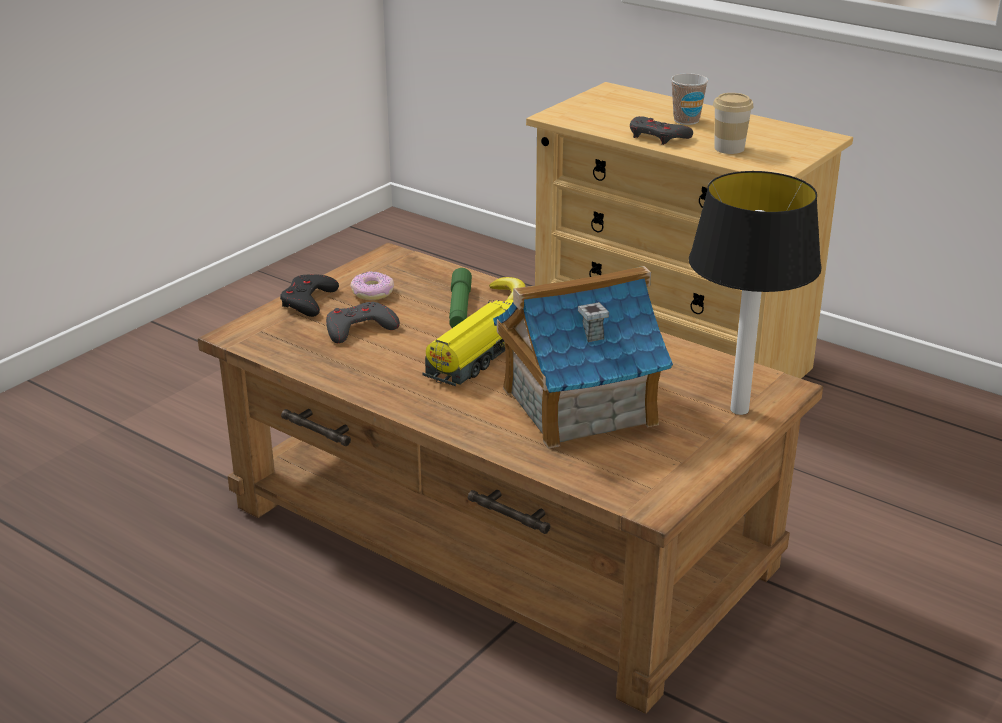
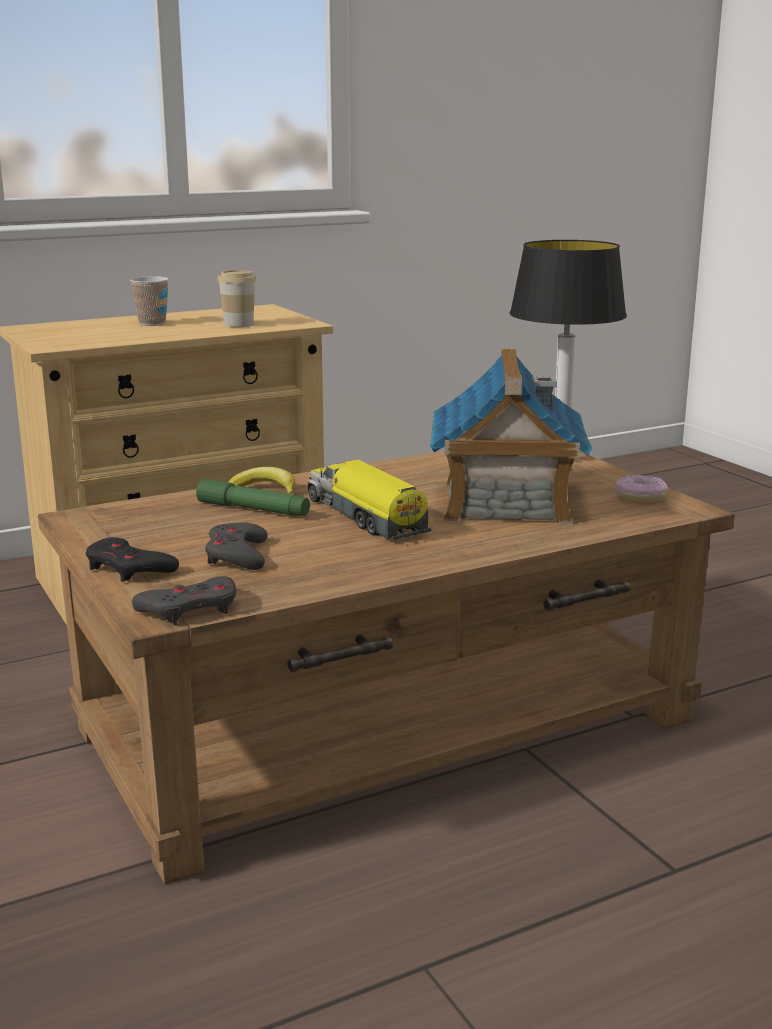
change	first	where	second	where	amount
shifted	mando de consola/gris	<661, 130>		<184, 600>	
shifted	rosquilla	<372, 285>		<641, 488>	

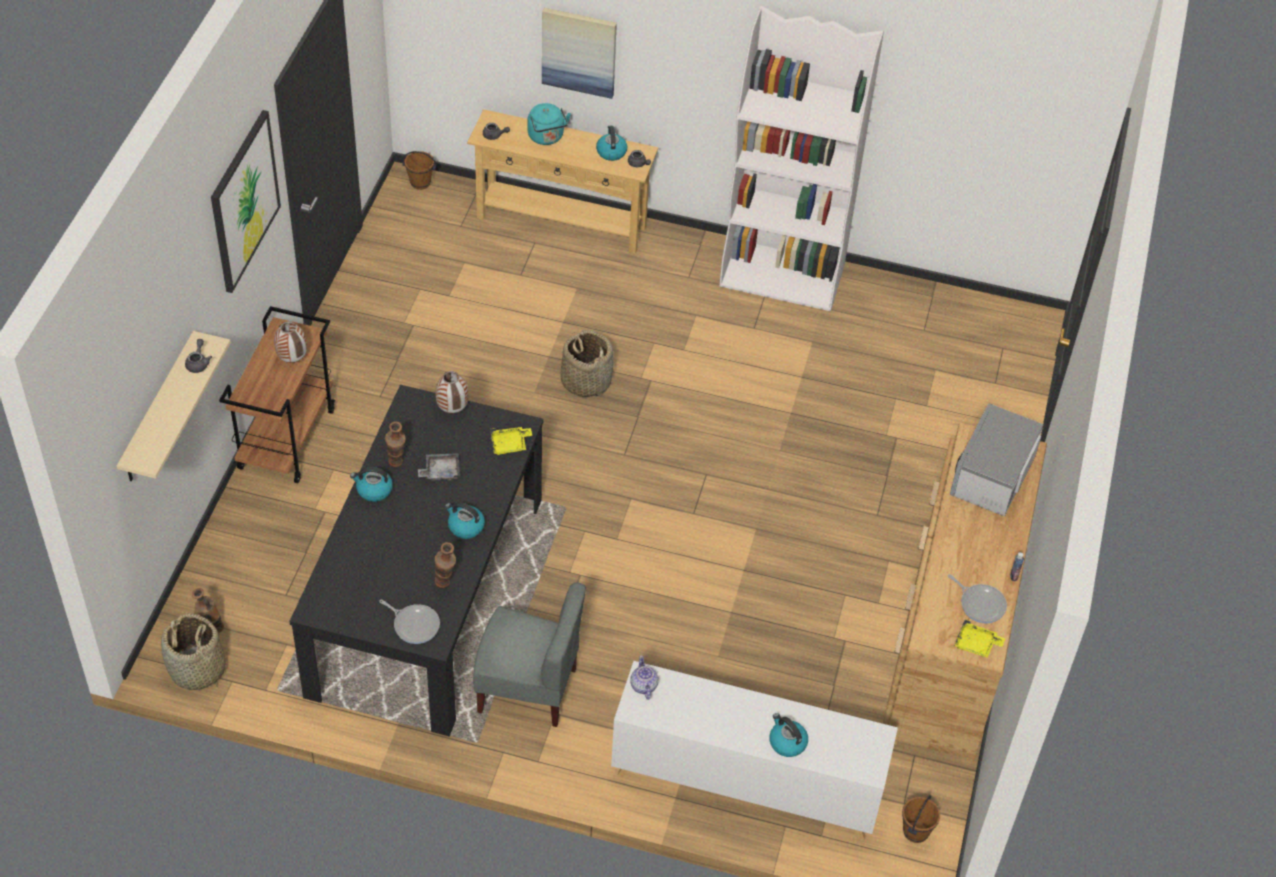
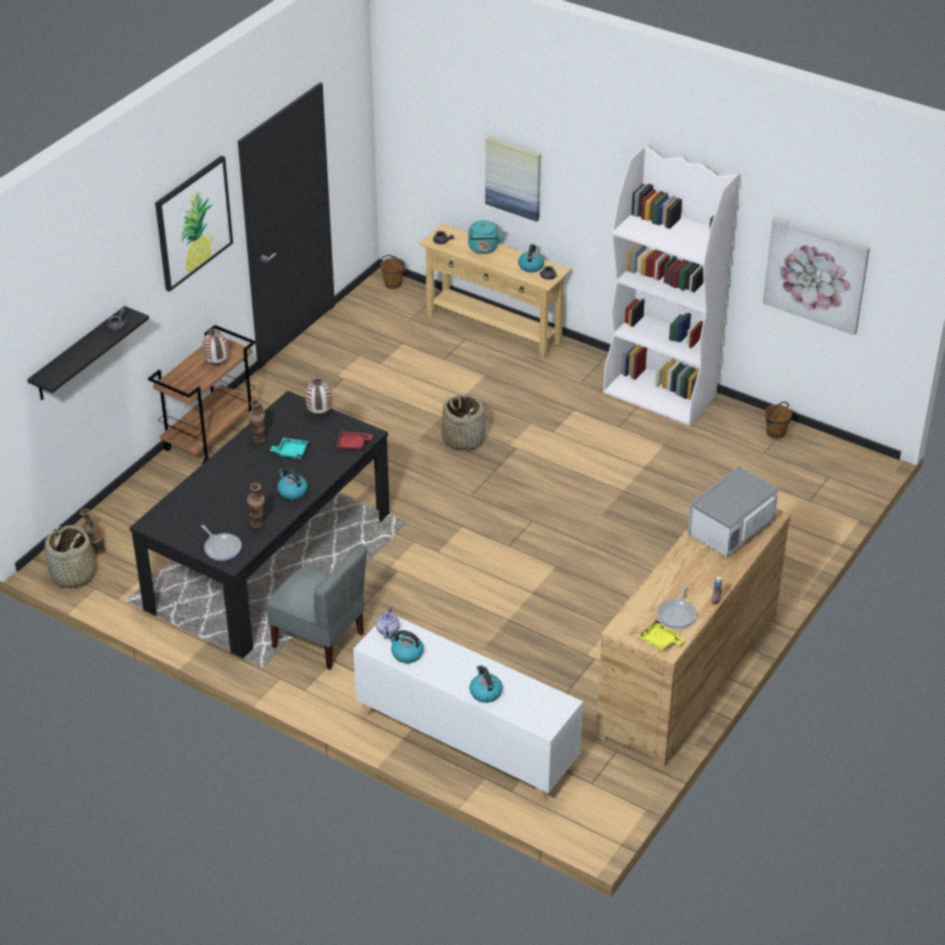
change	first	where	second	where	amount
repainted	estante/beis	<174, 406>	estante/negro	<88, 353>	
repainted	bandeja/amarillo	<511, 441>	bandeja/rojo	<354, 439>	
repainted	bandeja/gris	<439, 466>	bandeja/turquesa	<289, 448>	
shifted	hervidor	<371, 484>		<406, 646>	
rotated	sartén	<977, 598>		<677, 607>	45 degrees clockwise
shifted	cubo/marrón	<921, 819>		<778, 420>	
new			cuadro	<816, 276>	

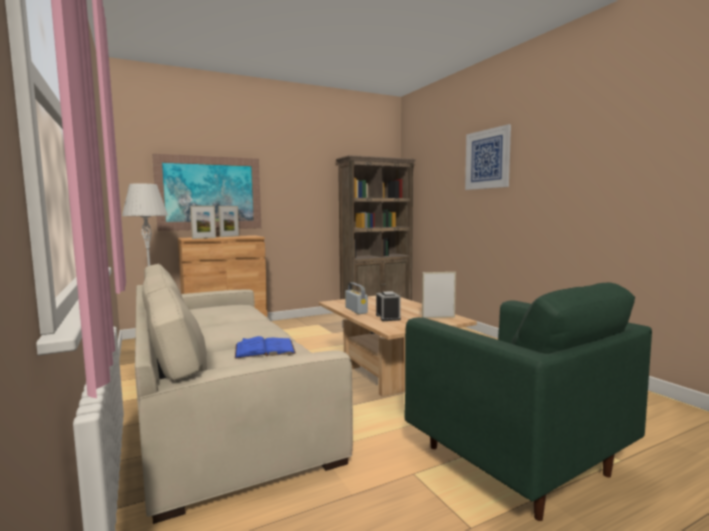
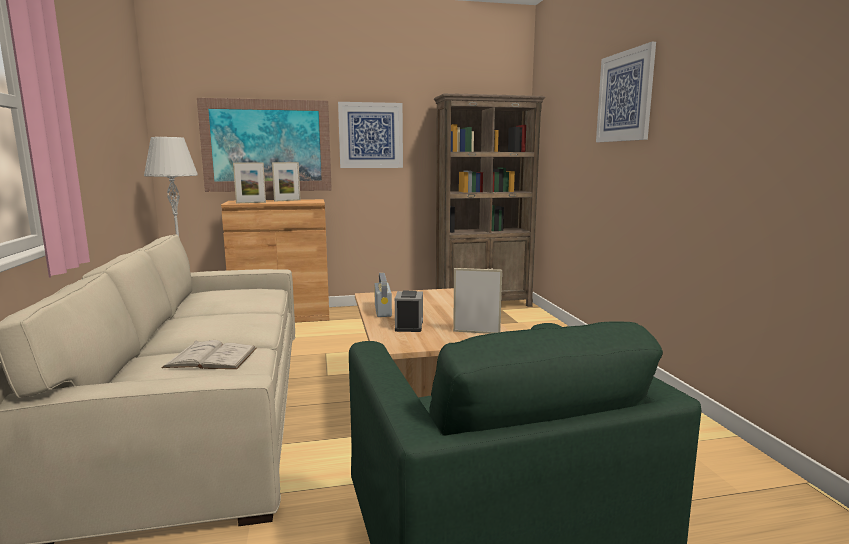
change	first	where	second	where	amount
repainted	libro/azul	<265, 347>	libro/blanco	<209, 354>	
new			cuadro	<370, 135>	

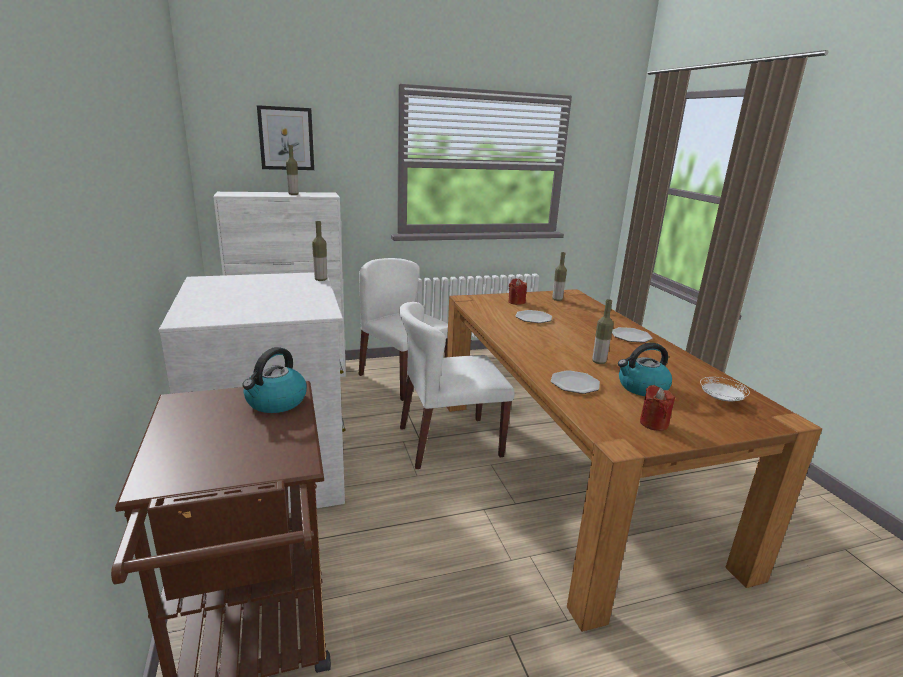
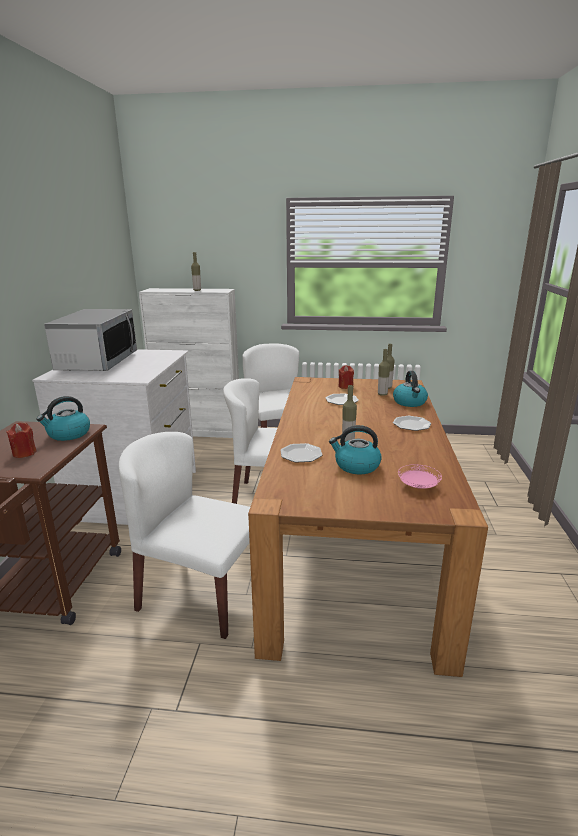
change	first	where	second	where	amount
gone	cuadro	<285, 137>			
shifted	botella	<319, 251>		<384, 372>	
repainted	plato/blanco	<725, 389>	plato/rosa	<420, 476>	
shifted	vela/rojo	<657, 408>		<21, 440>	
new			microondas	<90, 340>	
new			hervidor	<410, 389>	
new			silla/blanco	<184, 535>	

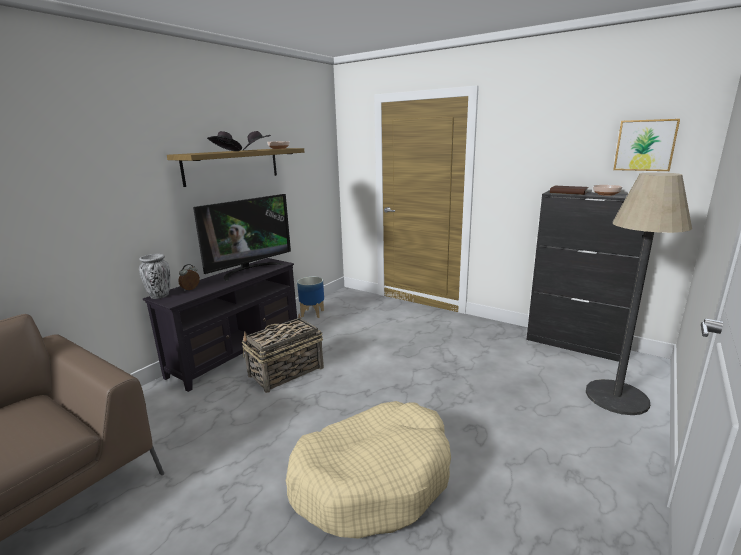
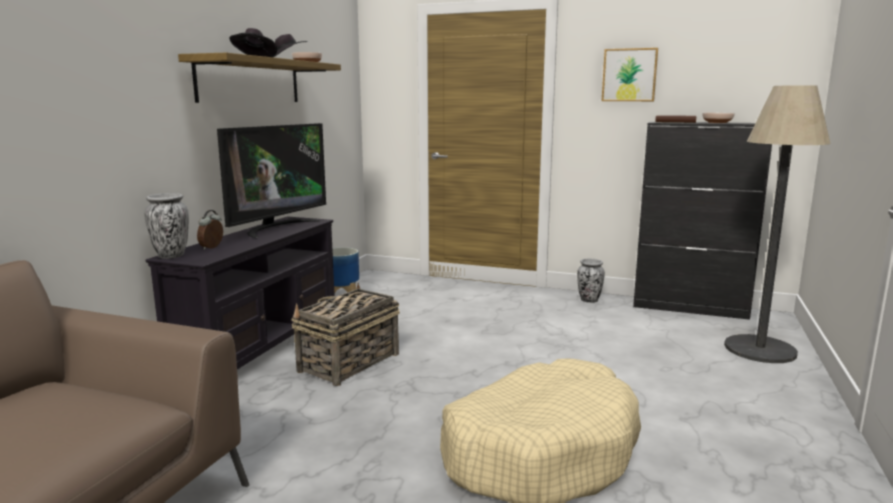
change	first	where	second	where	amount
shifted	cuadro	<646, 145>		<630, 74>	
new			florero	<591, 281>	

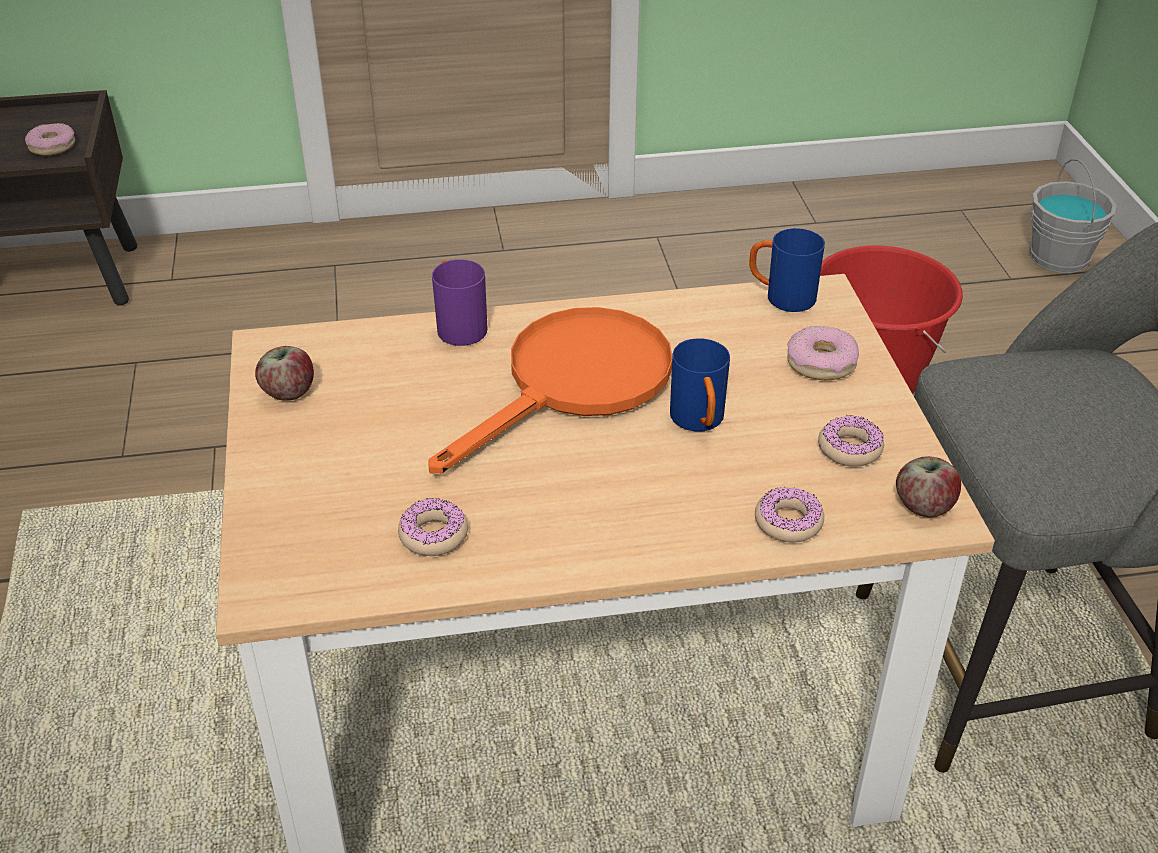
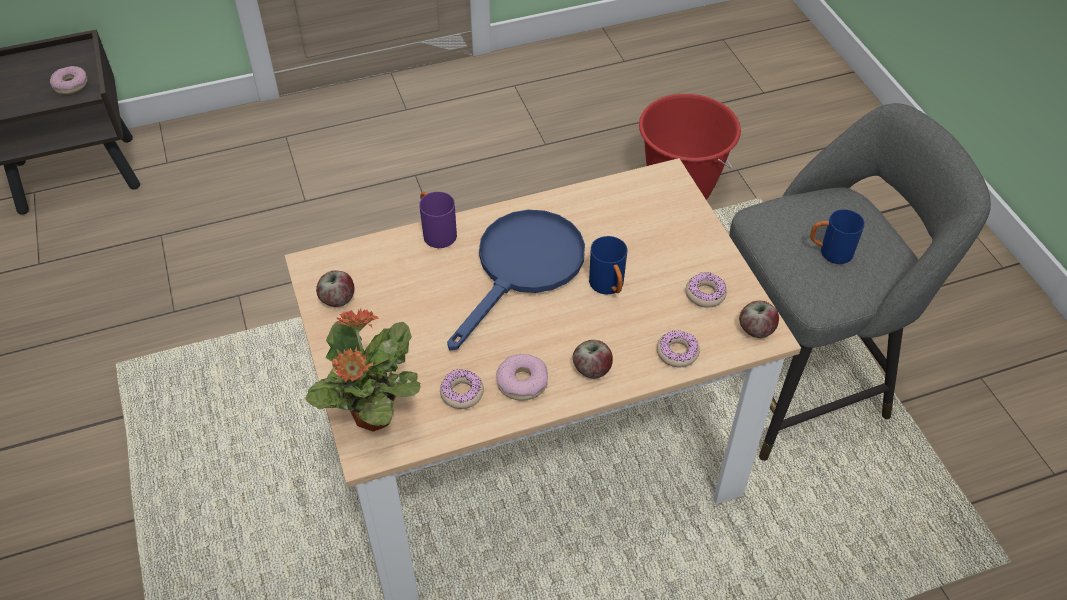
change	first	where	second	where	amount
gone	cubo/gris	<1073, 216>			
shifted	taza grande/azul	<787, 270>		<837, 236>	
repainted	sartén/naranja	<550, 390>	sartén/azul	<516, 280>	
shifted	rosquilla	<823, 353>		<522, 377>	
new			planta en maceta	<363, 370>	
new			manzana	<593, 359>	

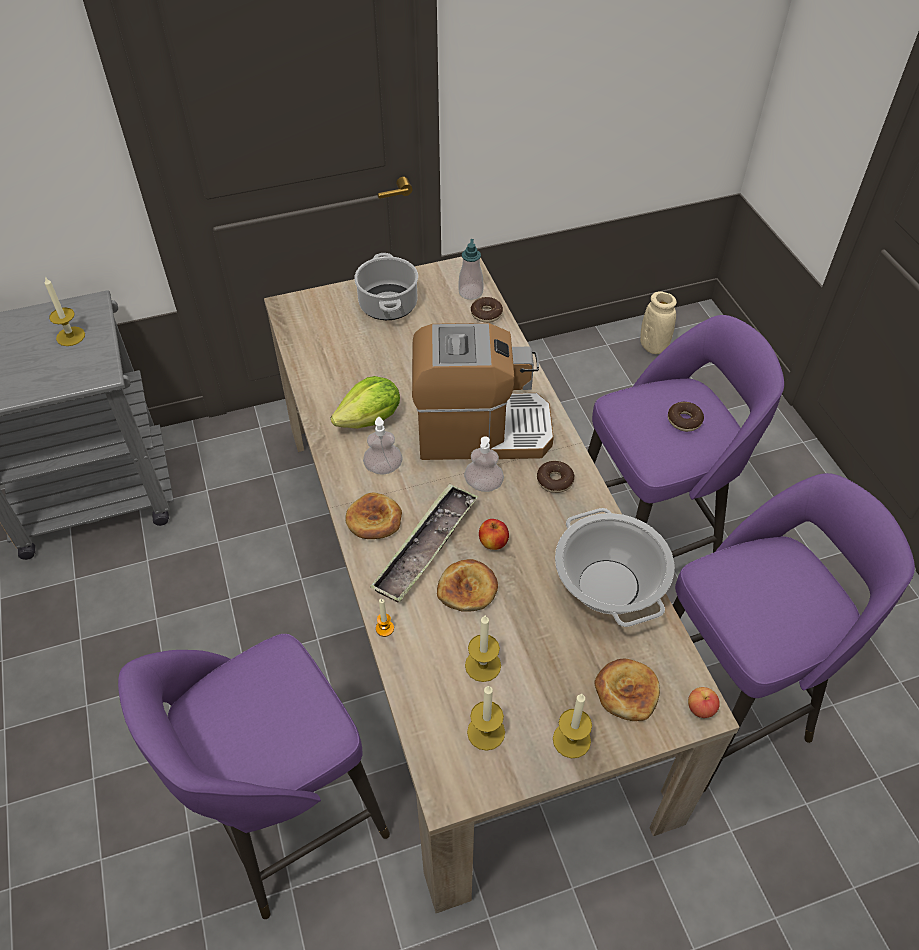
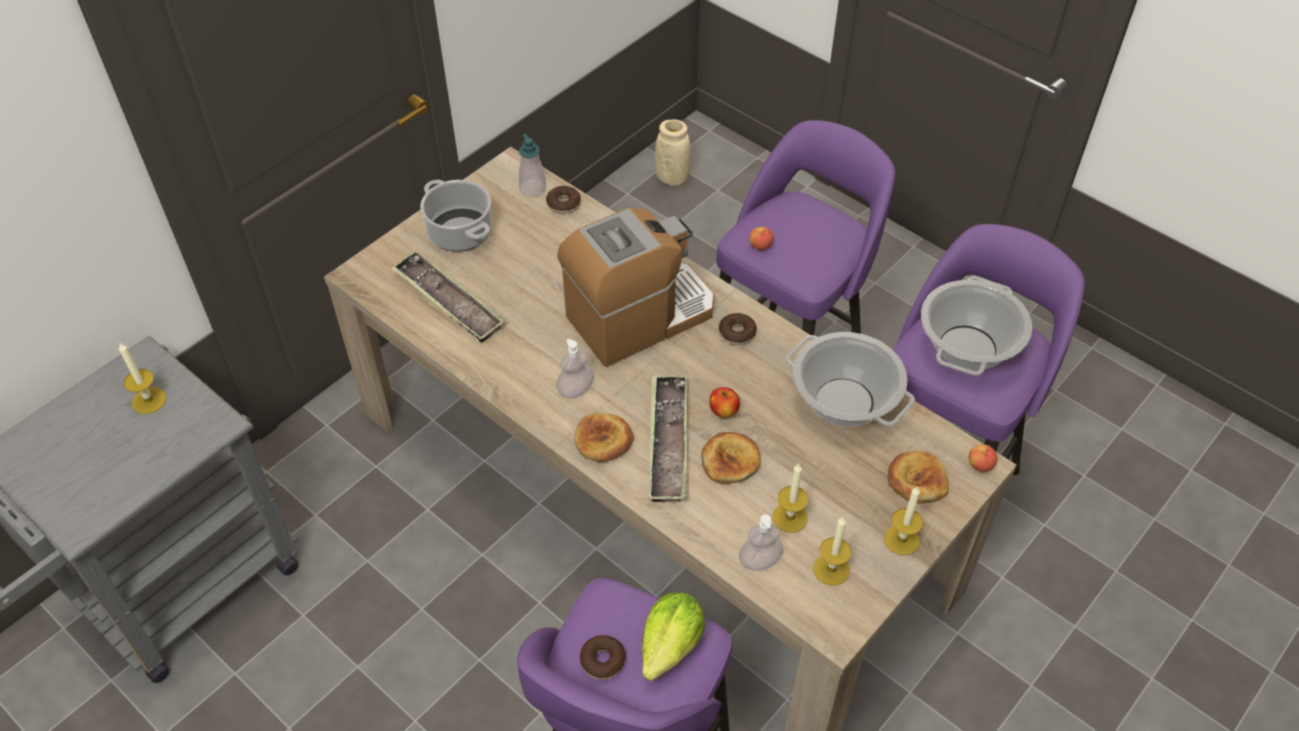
change	first	where	second	where	amount
shifted	lechuga	<365, 402>		<674, 636>	
shifted	rosquilla	<686, 417>		<602, 657>	
shifted	dispensador de jabón	<484, 464>		<761, 542>	
gone	vela	<385, 618>			
new			manzana	<761, 238>	
new			bandeja	<448, 296>	
new			olla	<976, 325>	

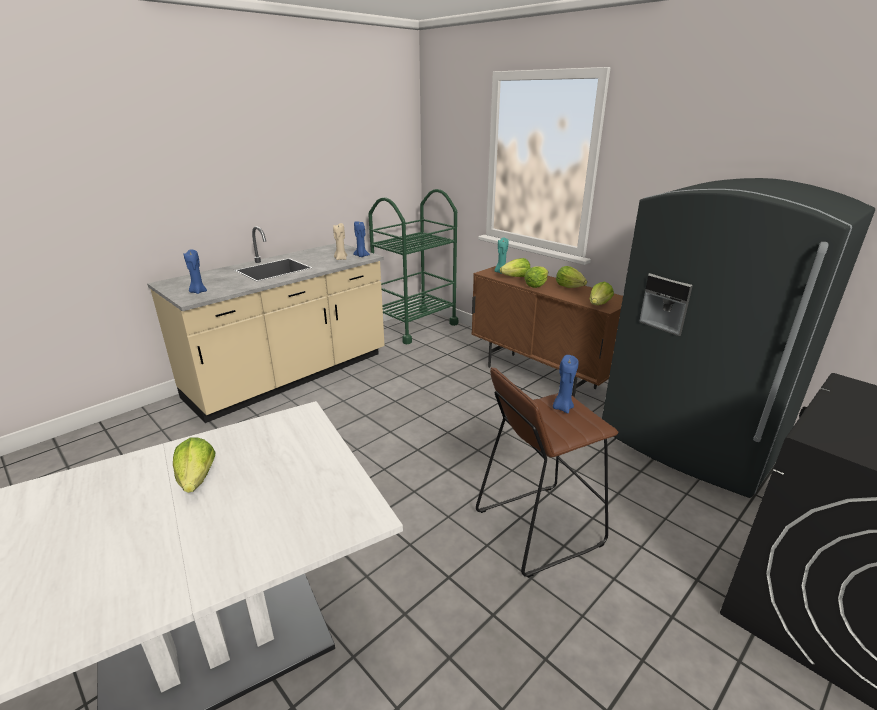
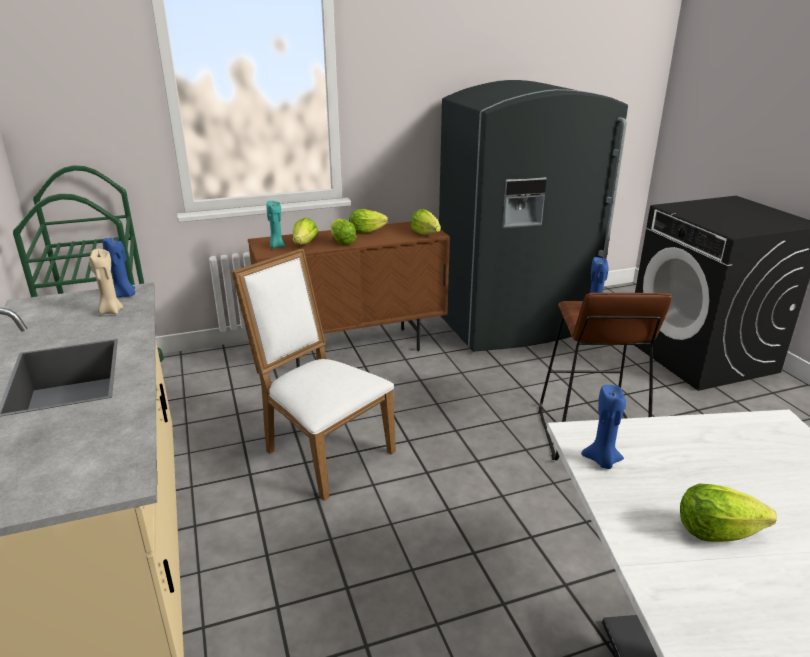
change	first	where	second	where	amount
shifted	vela/azul	<195, 272>		<603, 427>	
new			silla/blanco	<313, 375>	

